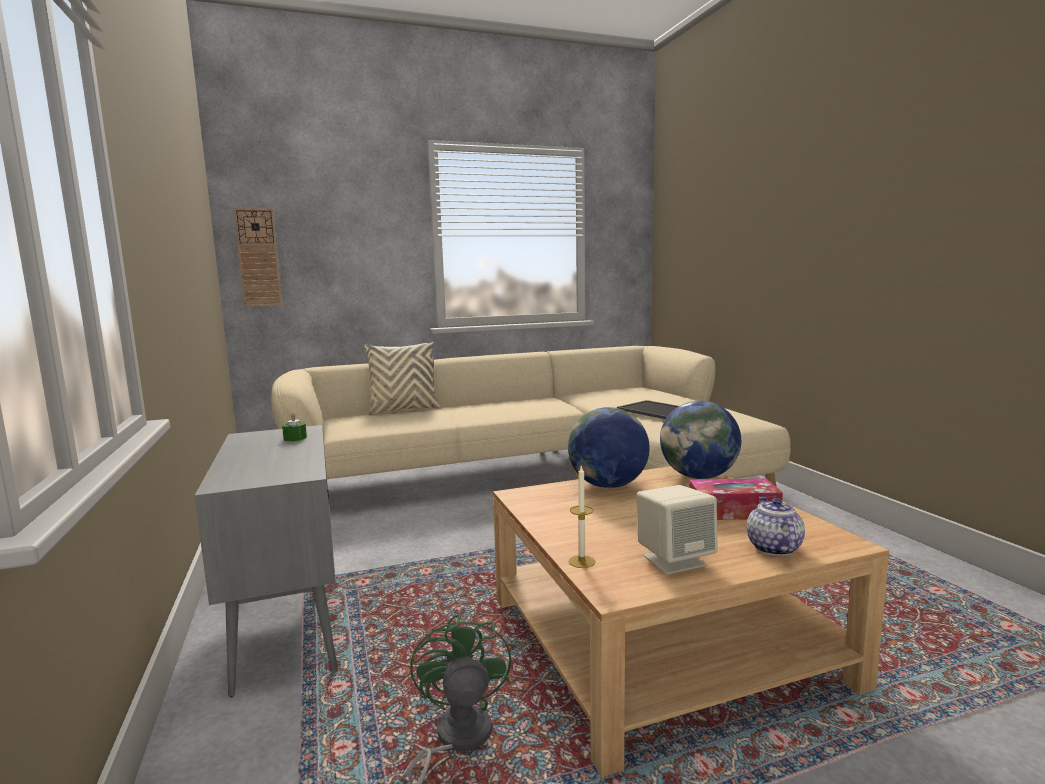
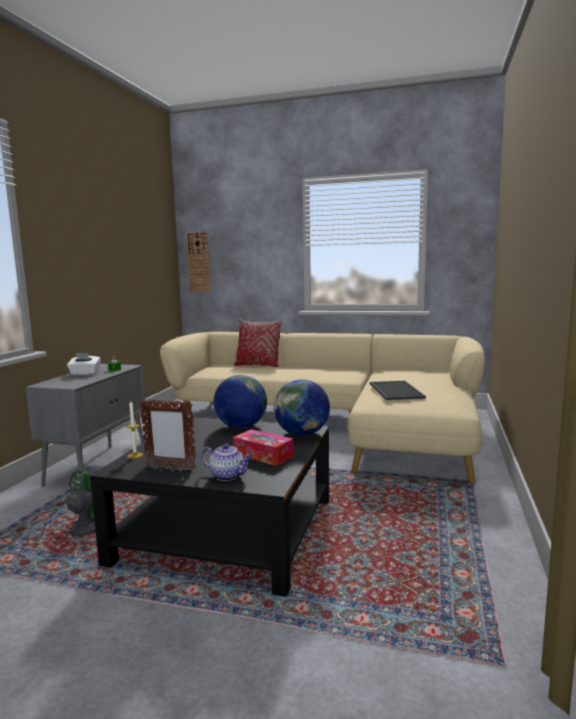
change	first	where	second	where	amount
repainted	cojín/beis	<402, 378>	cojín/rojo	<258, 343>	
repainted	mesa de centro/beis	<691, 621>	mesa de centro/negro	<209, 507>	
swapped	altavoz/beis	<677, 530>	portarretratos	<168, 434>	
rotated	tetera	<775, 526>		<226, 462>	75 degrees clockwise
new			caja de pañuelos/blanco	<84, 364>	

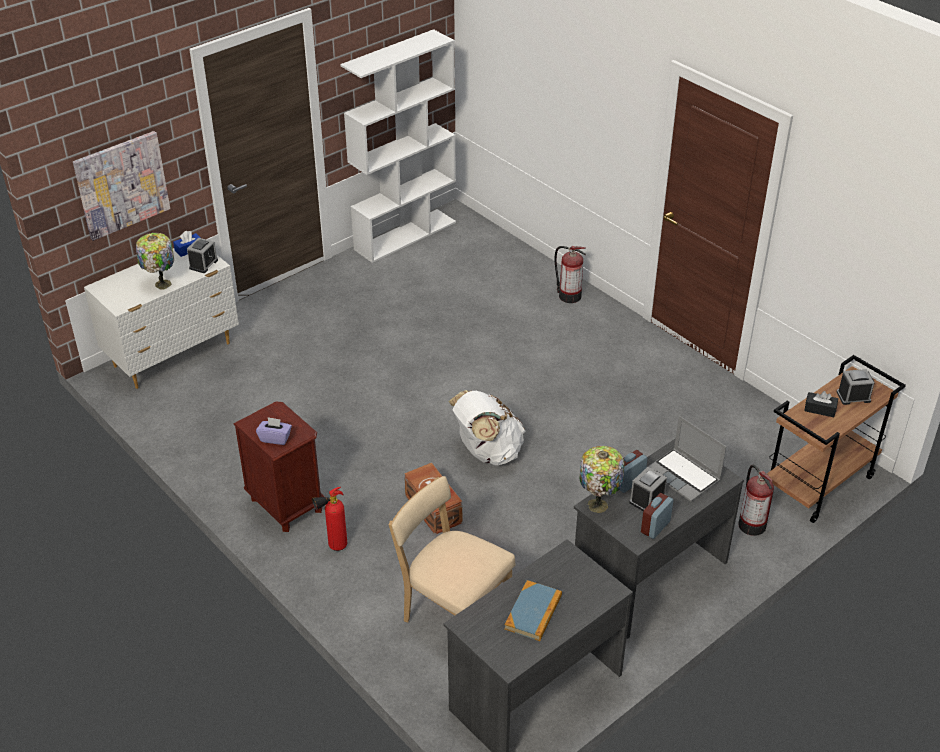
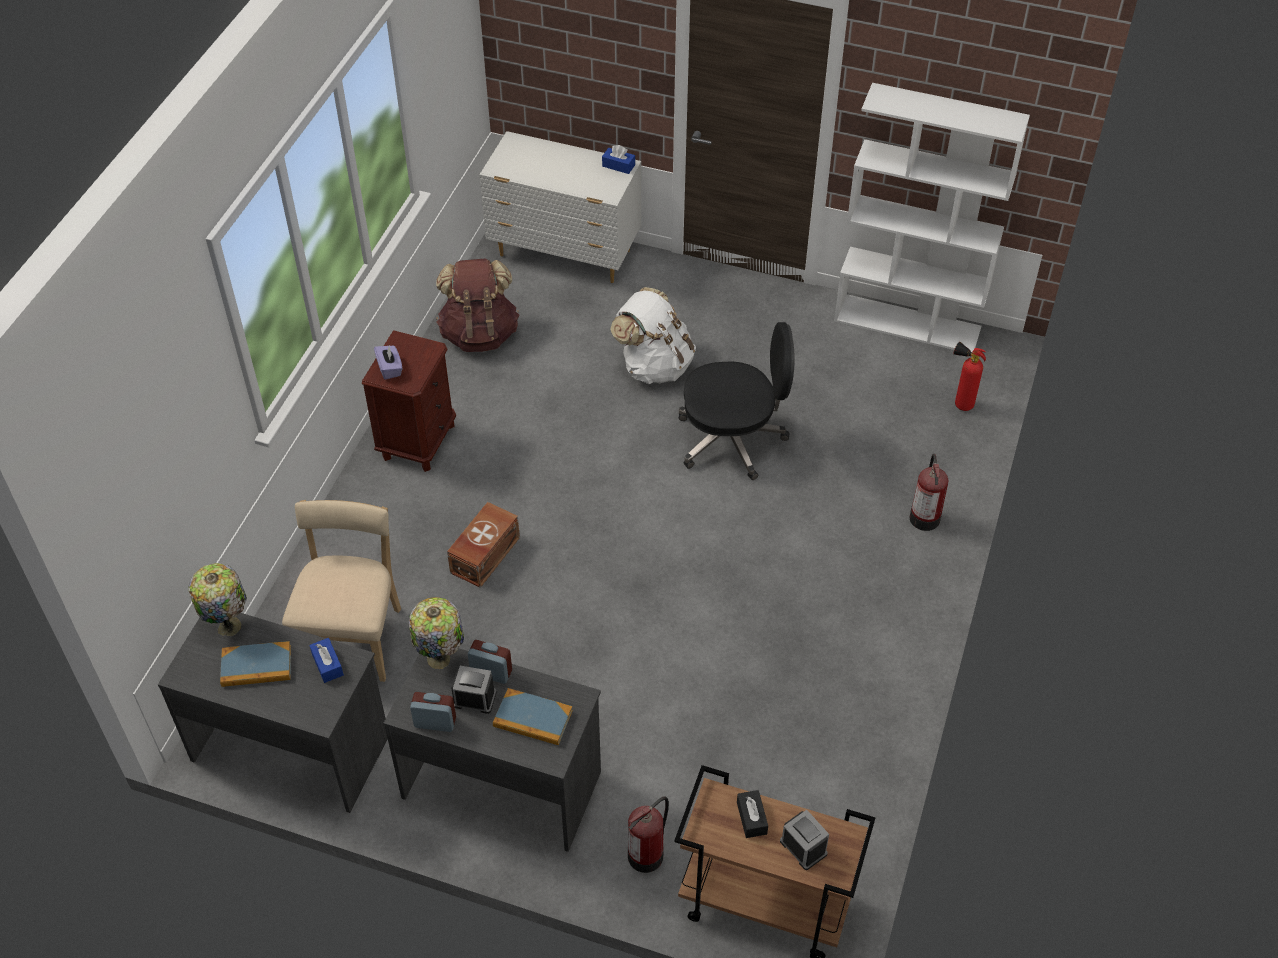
change	first	where	second	where	amount
gone	cuadro	<121, 186>			
shifted	lámpara de mesa	<155, 261>		<218, 599>	
gone	despertador	<202, 255>			
shifted	mochila/blanco	<486, 428>		<653, 335>	
swapped	portátil	<687, 459>	libro	<533, 716>	
shifted	extintor	<329, 519>		<969, 376>	
new			mochila/marrón	<477, 305>	
new			silla de oficina/negro	<737, 401>	
new			caja de pañuelos/azul	<326, 660>	

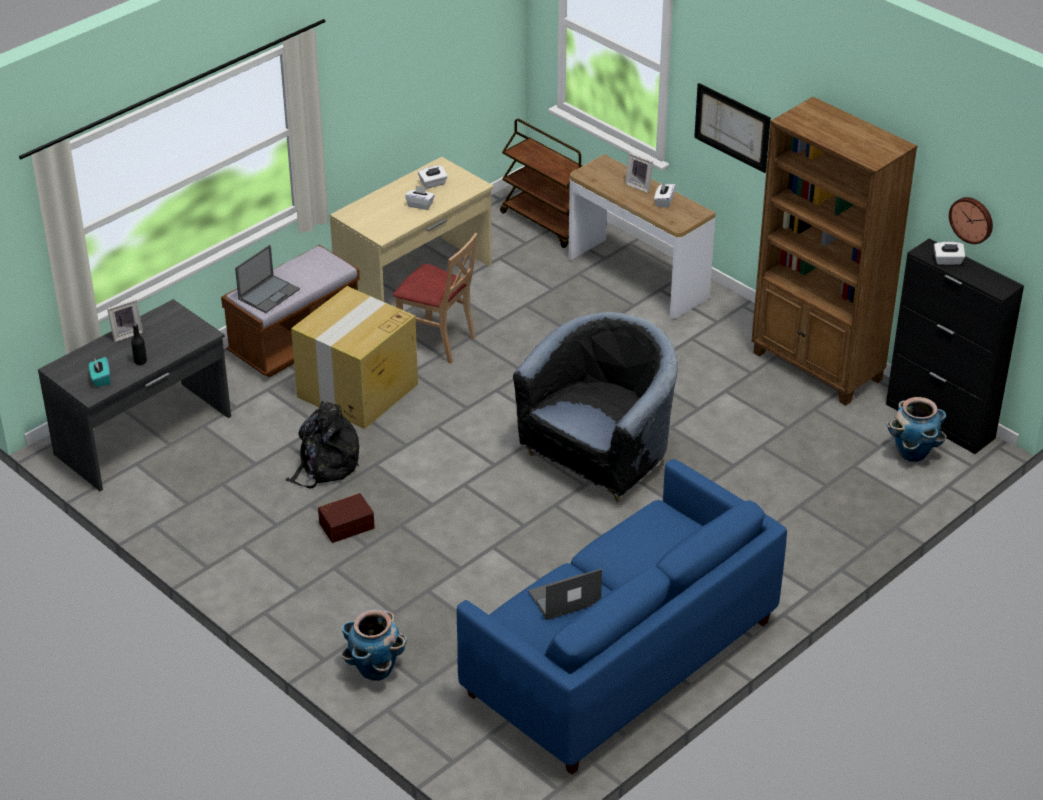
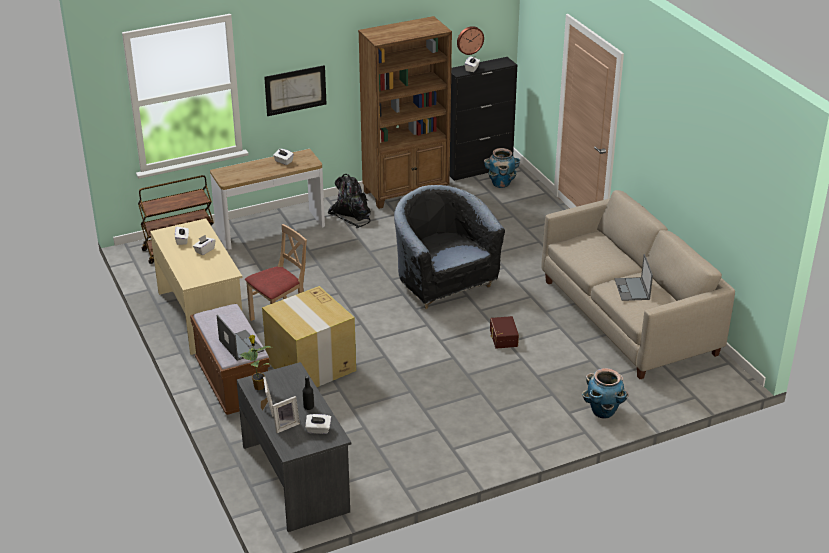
change	first	where	second	where	amount
shifted	portarretratos	<639, 173>		<286, 414>	
repainted	caja de pañuelos/turquesa	<99, 372>	caja de pañuelos/blanco	<318, 424>	
shifted	mochila/negro	<322, 444>		<349, 201>	
repainted	sofá/azul	<622, 617>	sofá/beis	<638, 284>	
shifted	caja de almacenaje/marrón	<346, 518>		<504, 332>	
new			planta en maceta	<256, 362>	

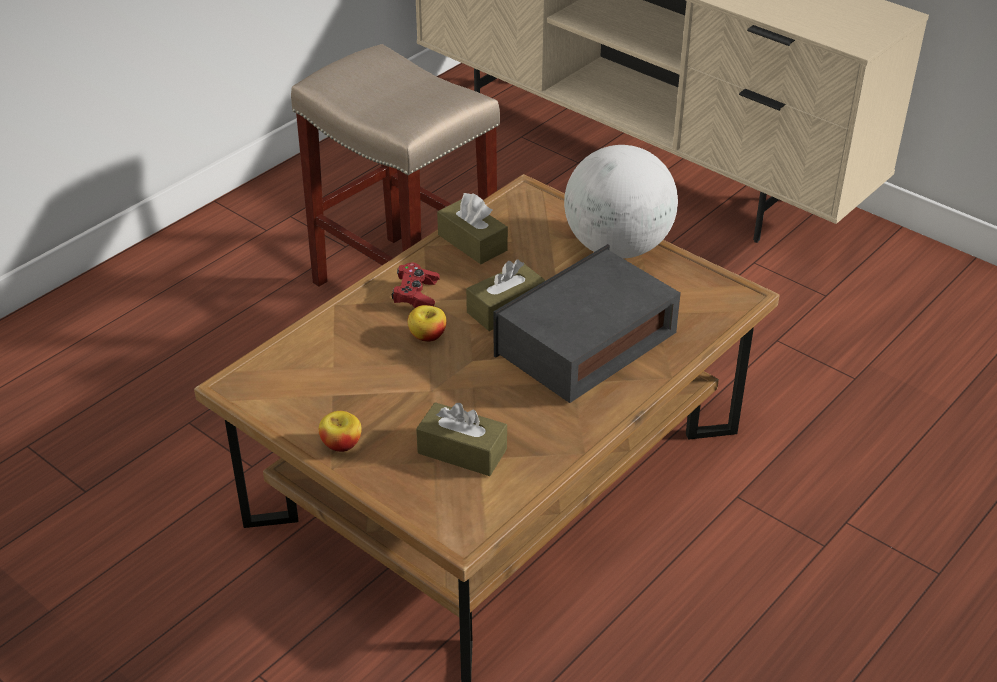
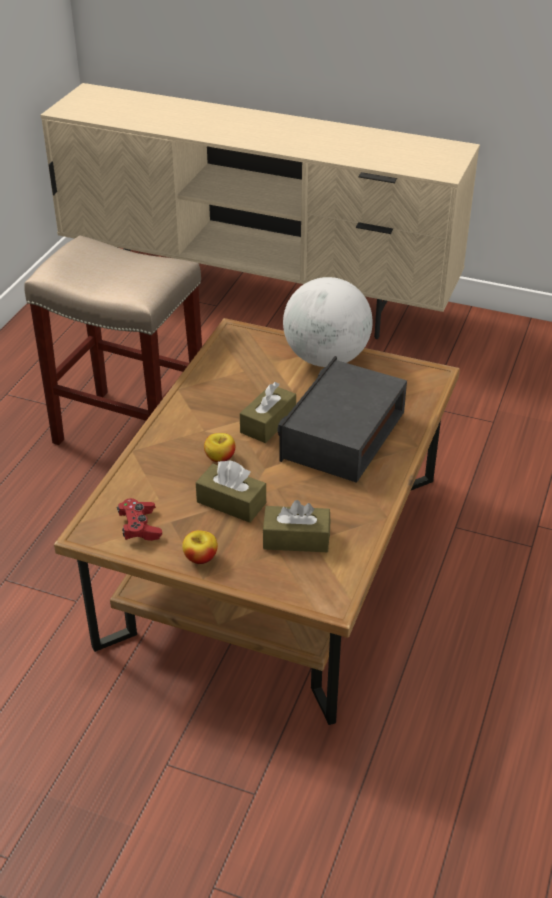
change	first	where	second	where	amount
shifted	caja de pañuelos/marrón	<472, 228>		<231, 491>	
shifted	mando de consola/rojo	<415, 285>		<139, 519>	

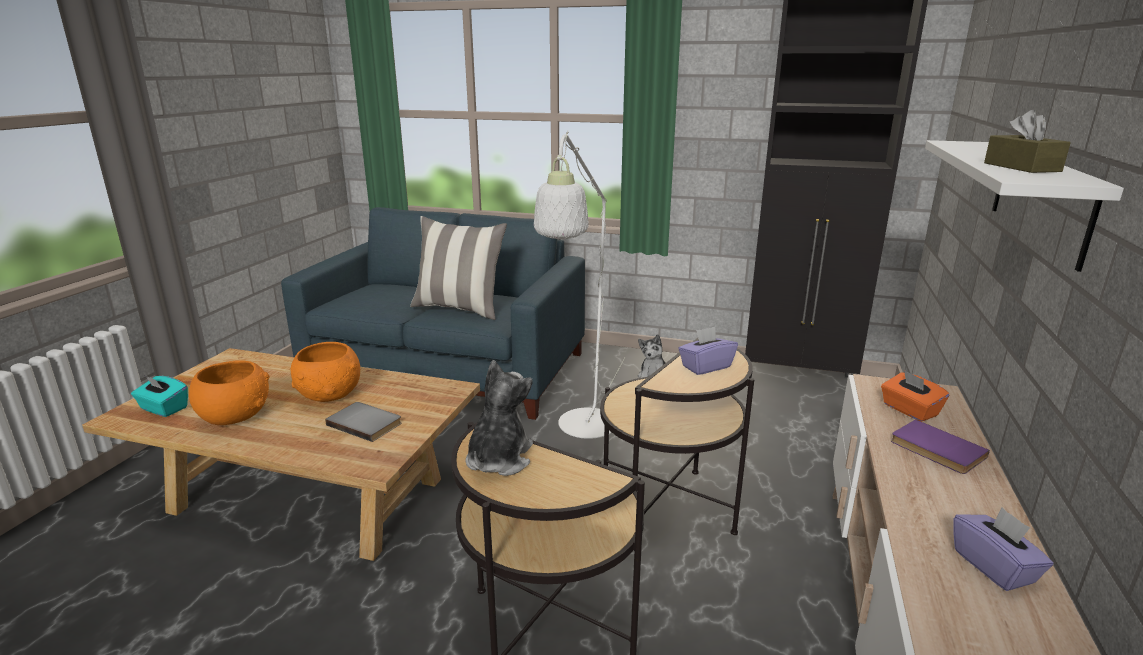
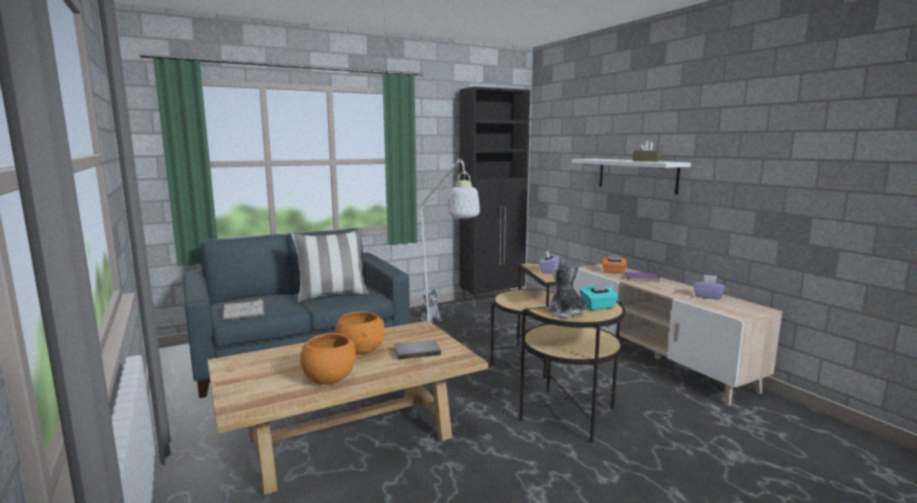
change	first	where	second	where	amount
shifted	caja de pañuelos/turquesa	<159, 396>		<599, 296>	
new			libro/blanco	<243, 309>	

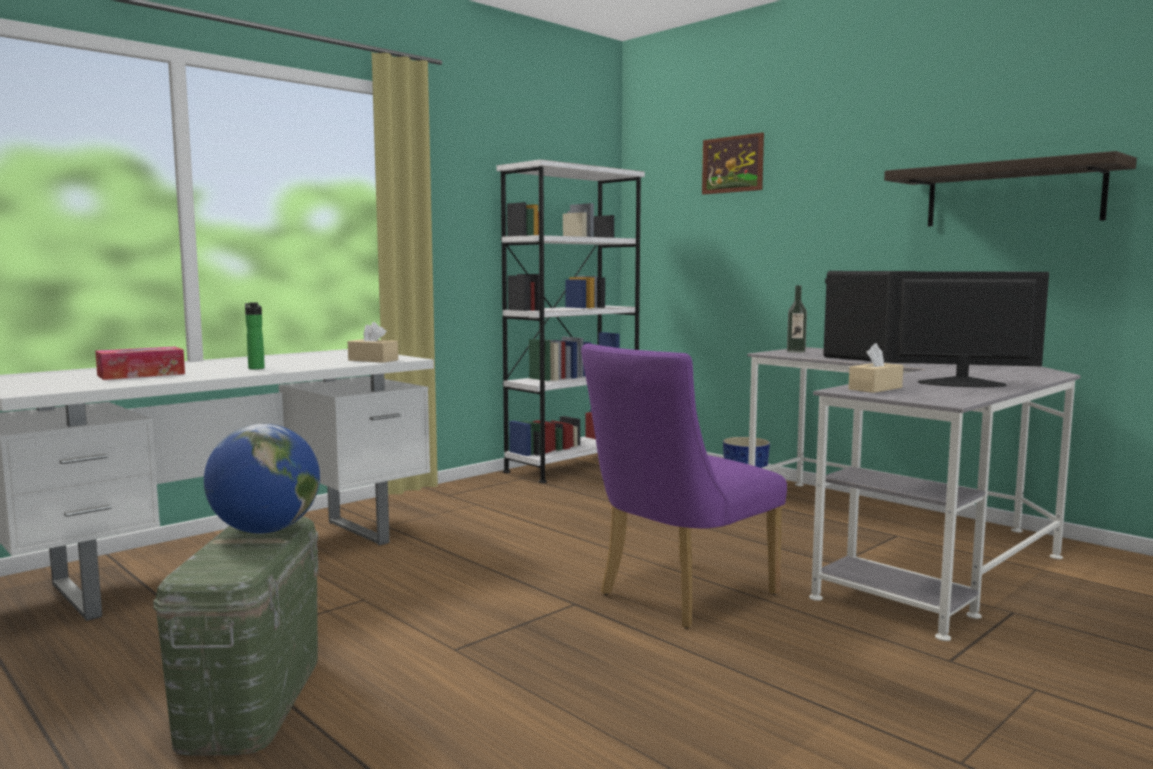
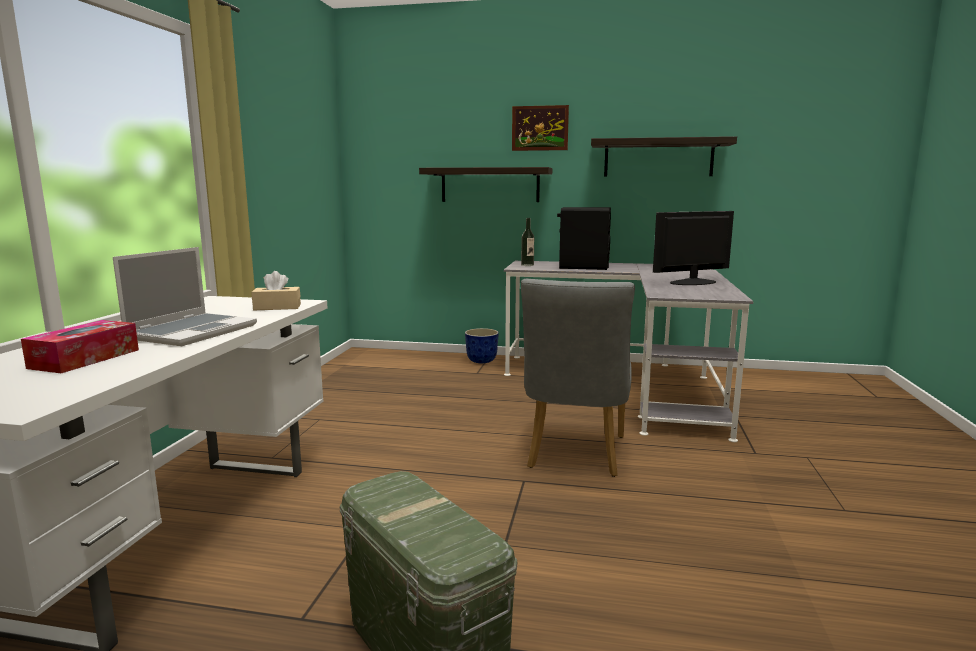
change	first	where	second	where	amount
shifted	cuadro	<733, 163>		<540, 128>	
gone	estantería/blanco	<571, 321>			
swapped	botella	<255, 335>	portátil	<185, 296>	
gone	caja de pañuelos/beis	<876, 368>			
repainted	silla/morado	<684, 486>	silla/gris	<578, 378>	
gone	globo terráqueo	<262, 478>			
new			estante	<485, 184>	

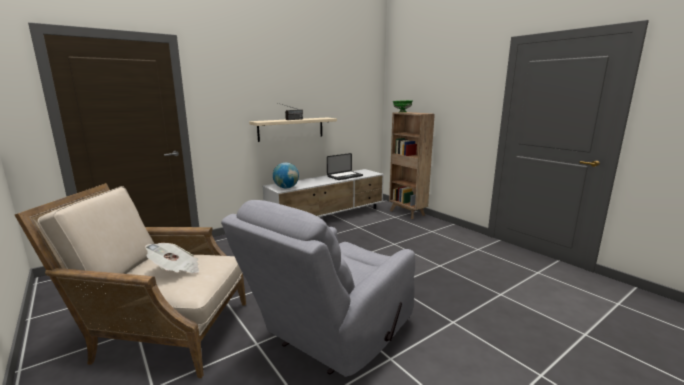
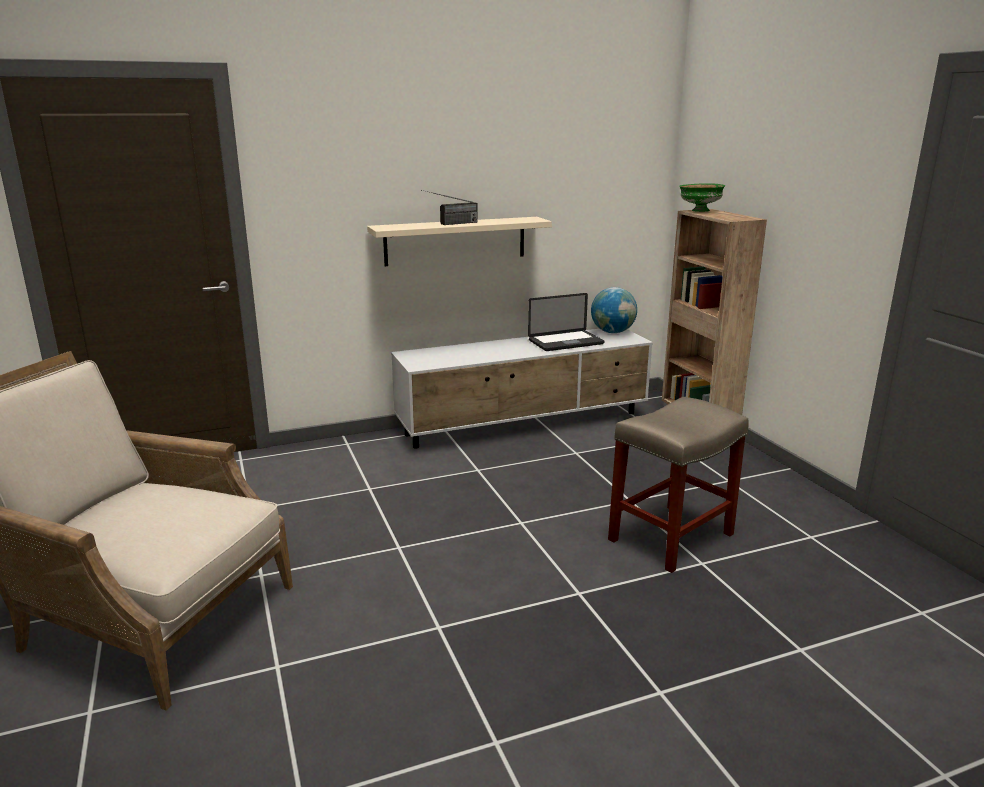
change	first	where	second	where	amount
shifted	globo terráqueo	<286, 175>		<614, 310>	
gone	sillón/gris	<318, 288>			
gone	periódico	<172, 258>			
new			taburete/beis	<678, 485>	

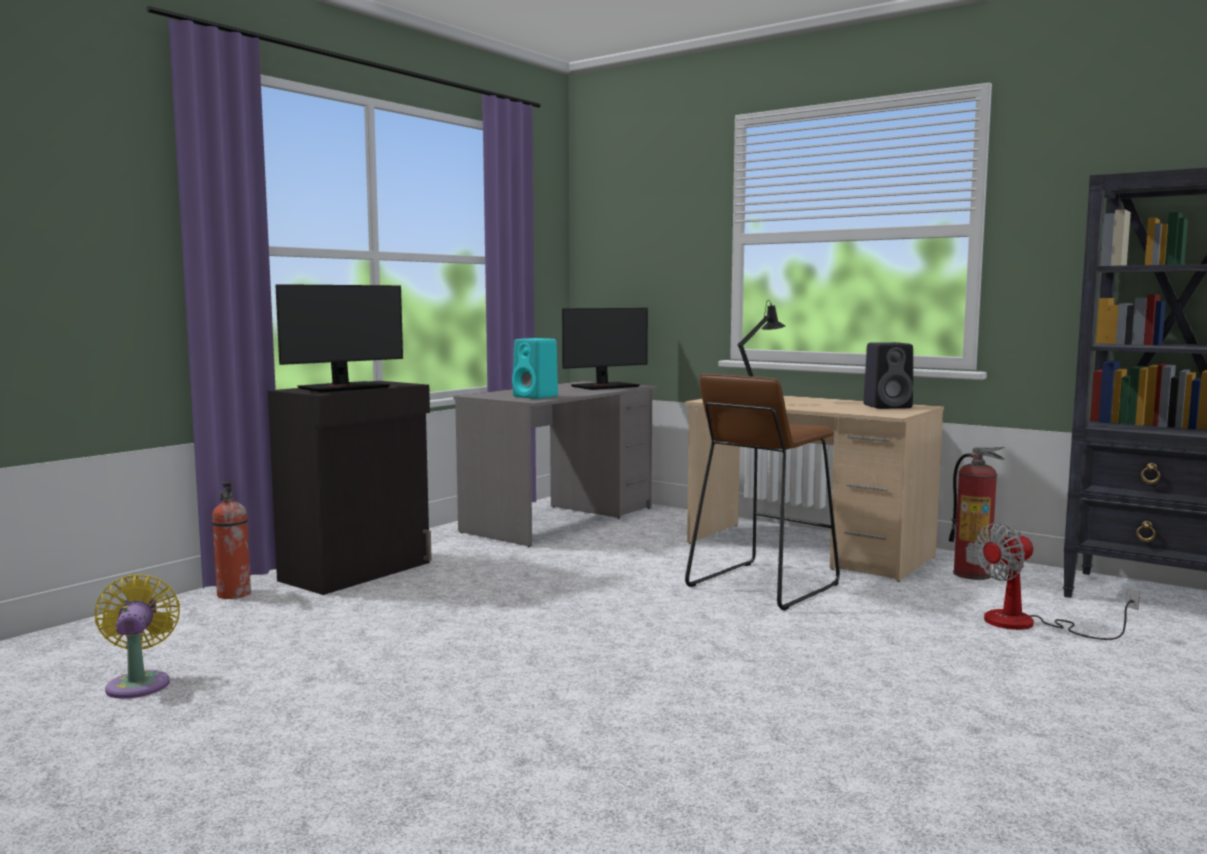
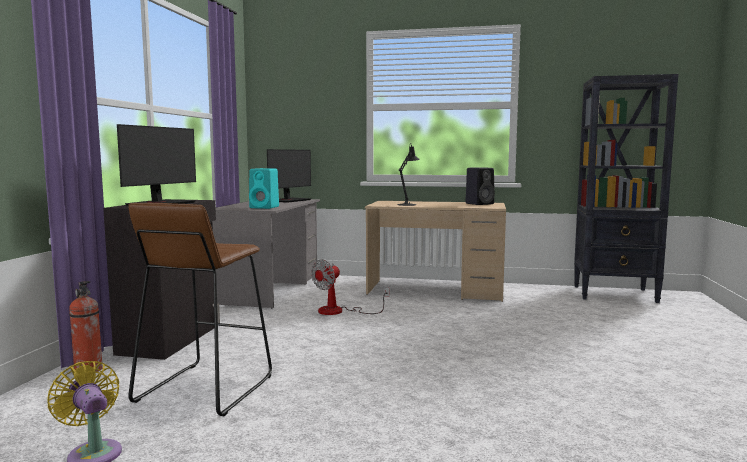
change	first	where	second	where	amount
shifted	taburete/marrón	<762, 492>		<200, 309>	
gone	extintor	<977, 513>			
shifted	ventilador	<1057, 581>		<350, 287>	

